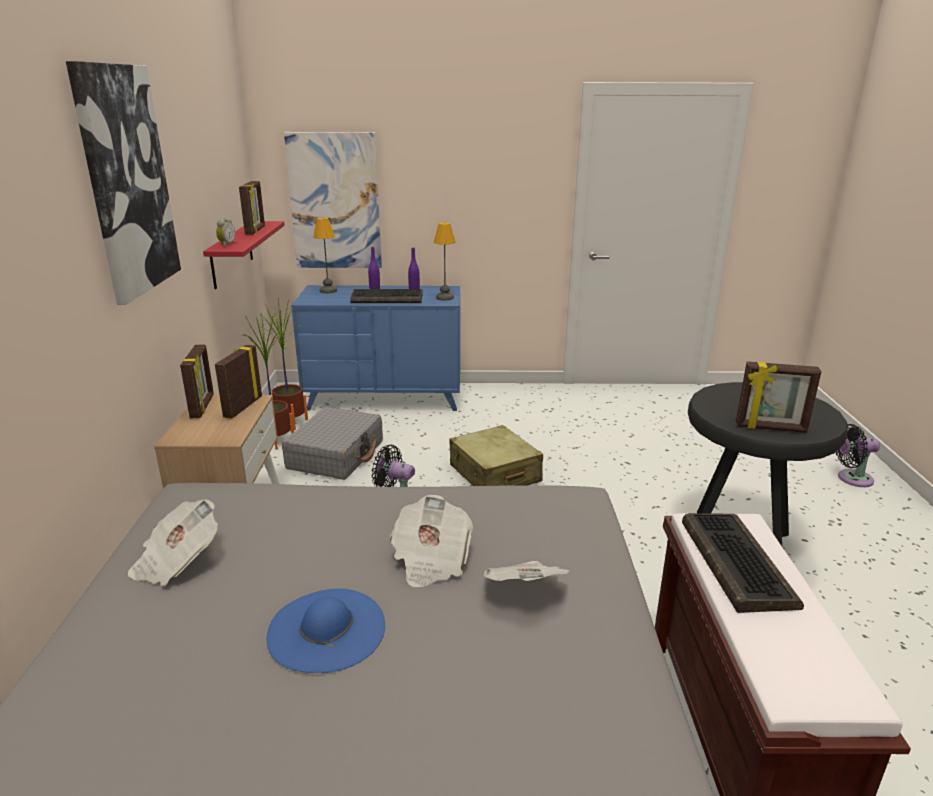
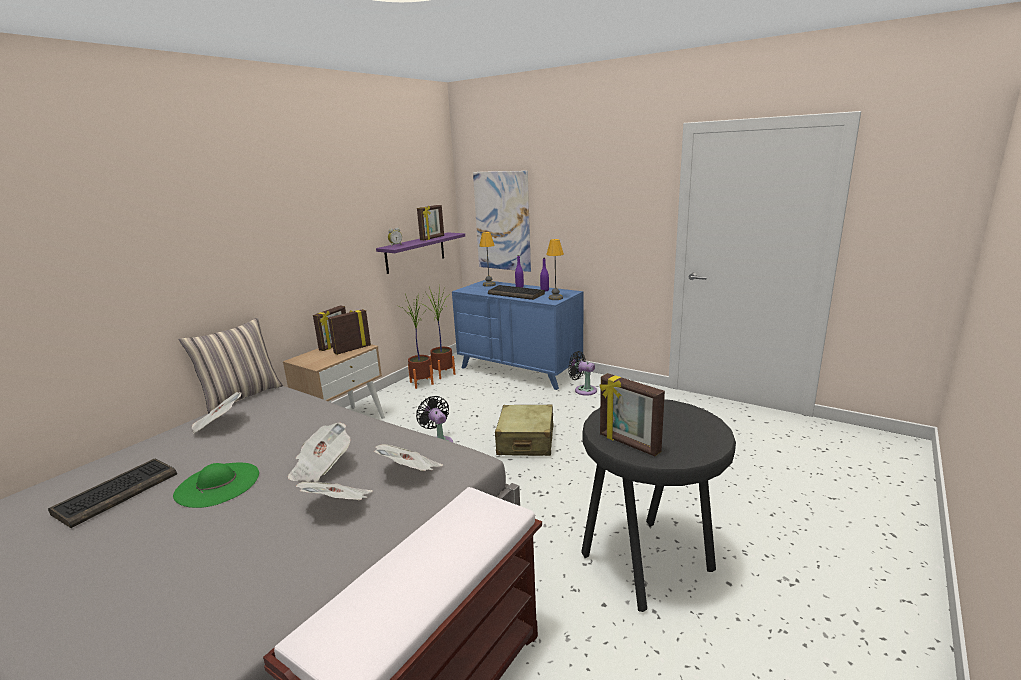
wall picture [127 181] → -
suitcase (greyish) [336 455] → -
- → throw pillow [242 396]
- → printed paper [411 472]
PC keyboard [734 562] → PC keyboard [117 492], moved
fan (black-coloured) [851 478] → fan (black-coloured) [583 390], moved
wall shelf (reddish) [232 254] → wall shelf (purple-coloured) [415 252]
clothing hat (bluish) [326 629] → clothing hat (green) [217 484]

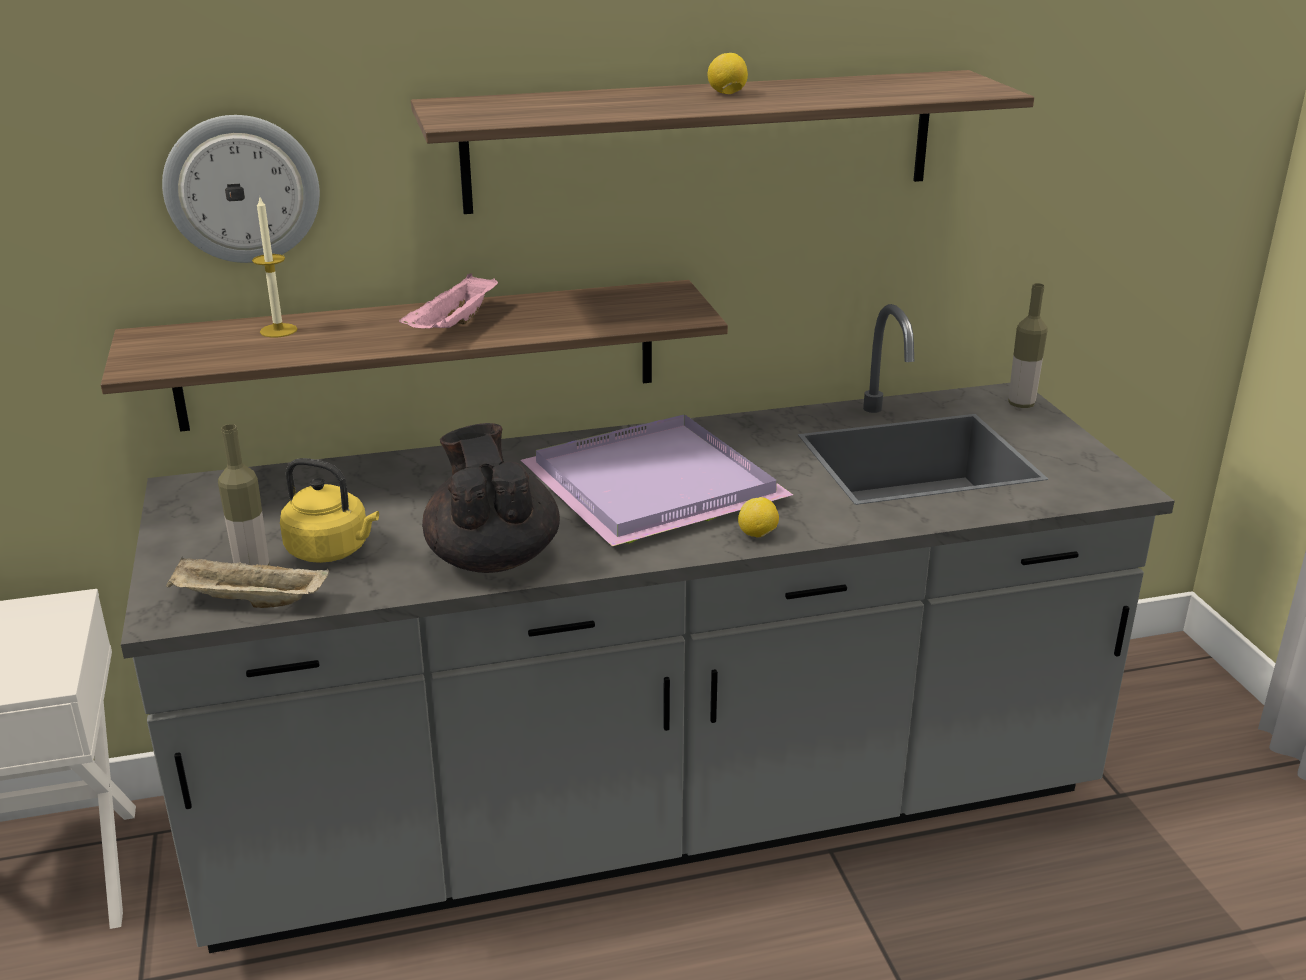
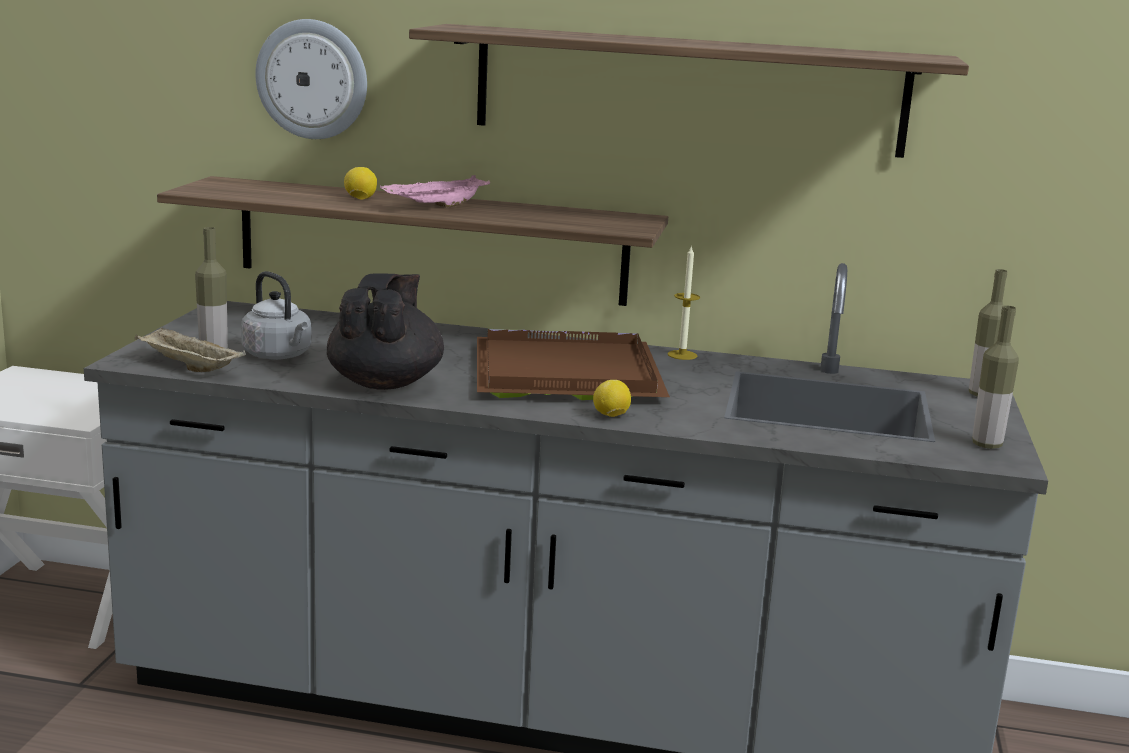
- → drink bottle [986 445]
candle [278 330] → candle [682 355], moved
lemon [727 94] → lemon [360 199], moved
kettle (yellow-coloured) [332 551] → kettle (greyish) [279 356]
carrying tray (purple-coloured) [652 488] → carrying tray (brown-coloured) [563 374]

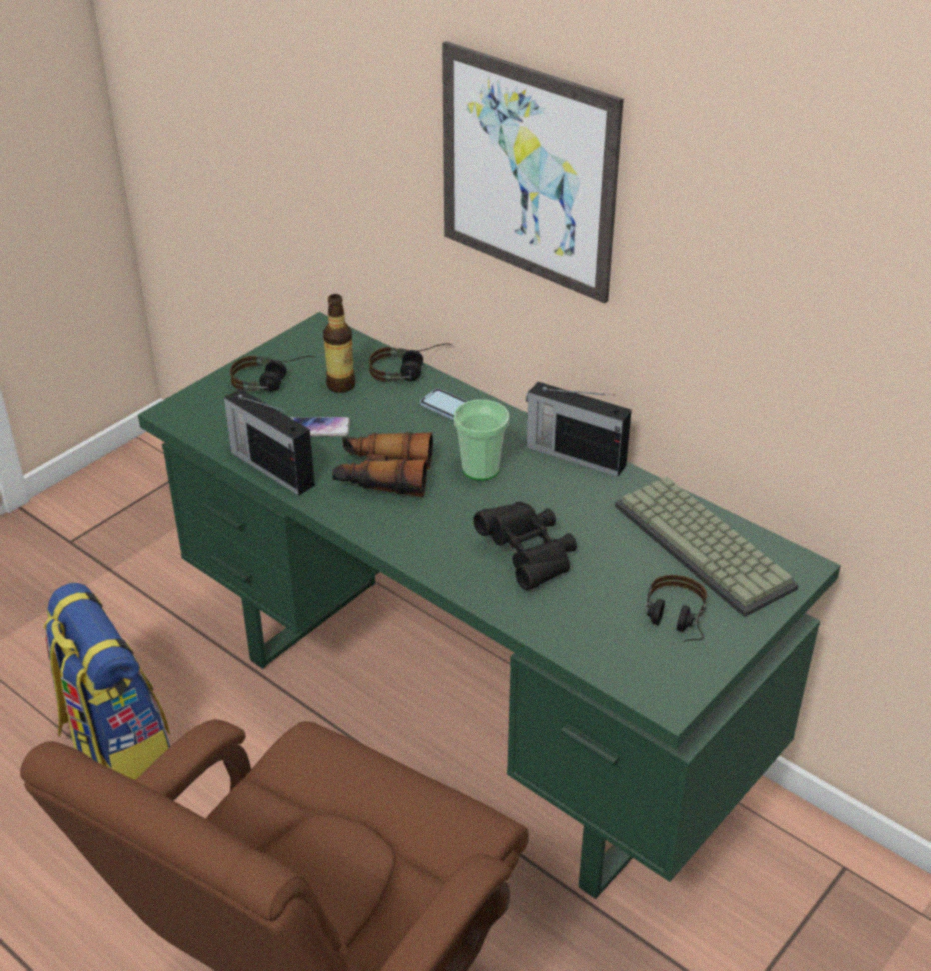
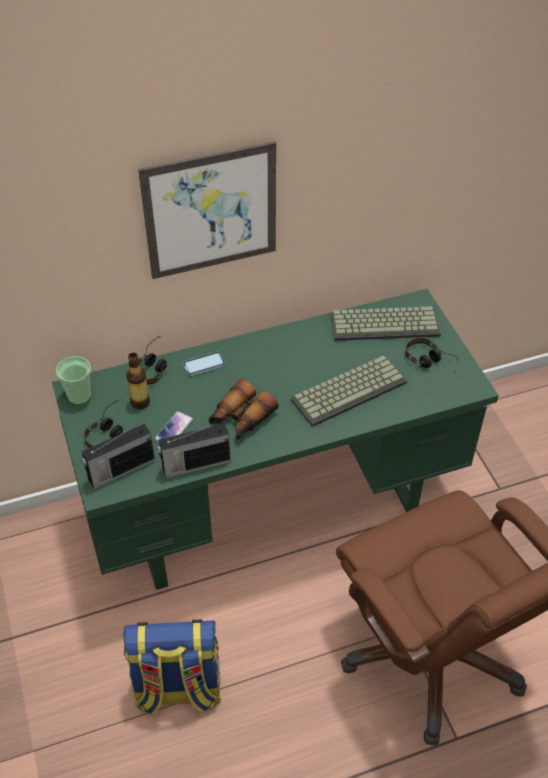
cup [480 469] → cup [79 396], moved
radio [574 455] → radio [120 470], moved
field glasses (black-coloured) [529 556] → PC keyboard [349 389]

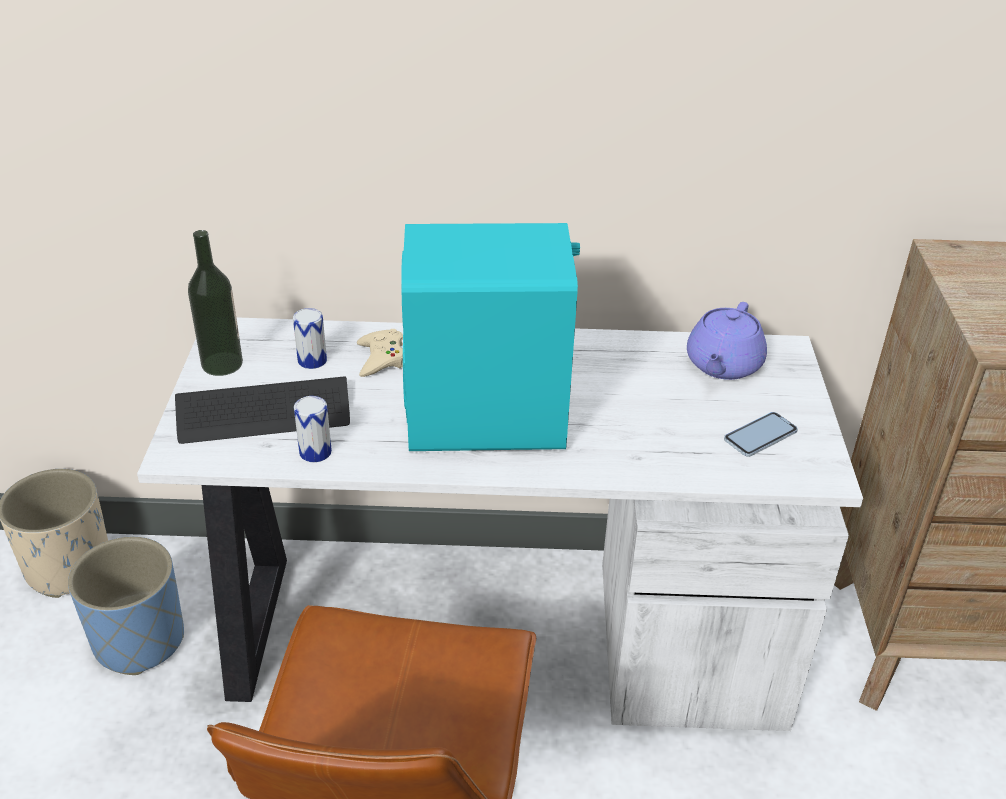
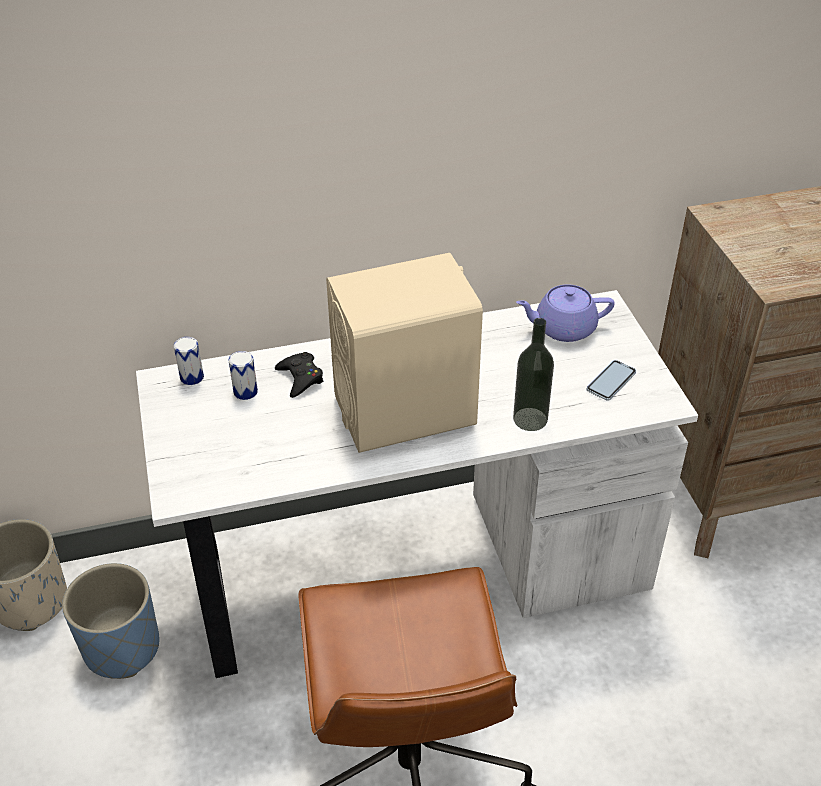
PC keyboard [264 413] → -
drink bottle [222 364] → drink bottle [530 419], moved
metal can [315 452] → metal can [192 377], moved
gamepad (beige-coloured) [381 358] → gamepad (black-coloured) [300 378]
audio speaker (turquoise-coloured) [487 417] → audio speaker (beige-coloured) [405 410]
pot for tea (purple-coloured) [723 365] → pot for tea (purple-coloured) [563 328], 75 degrees clockwise

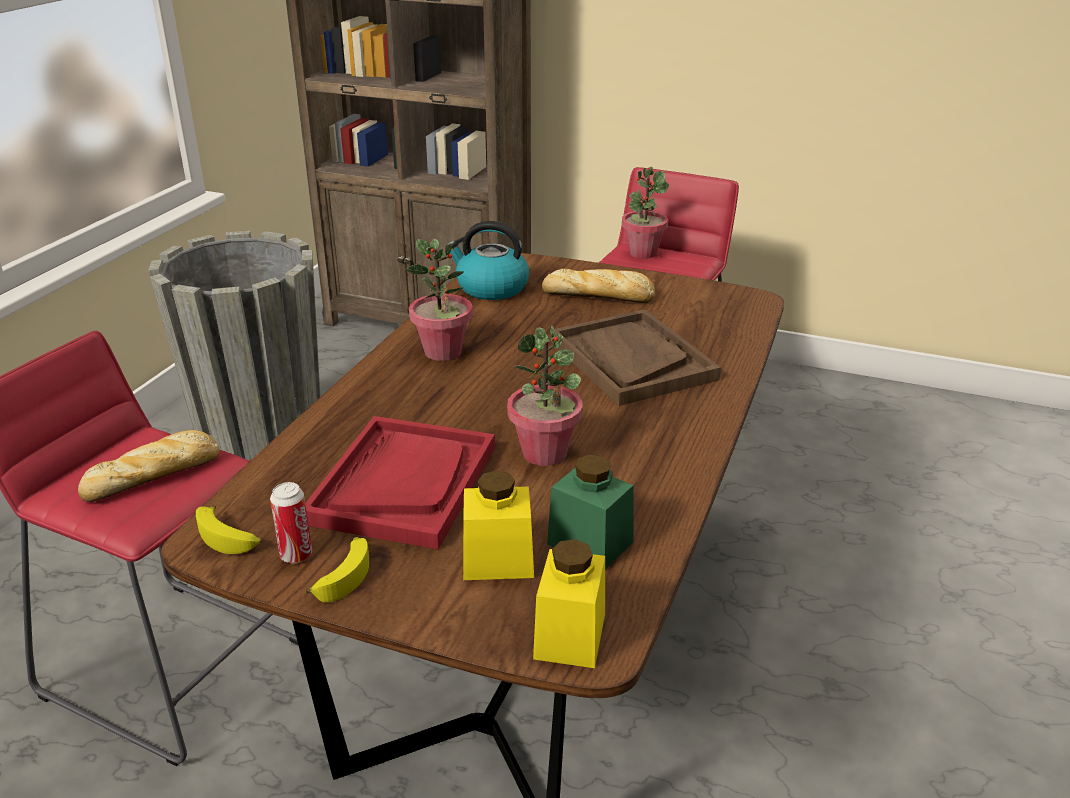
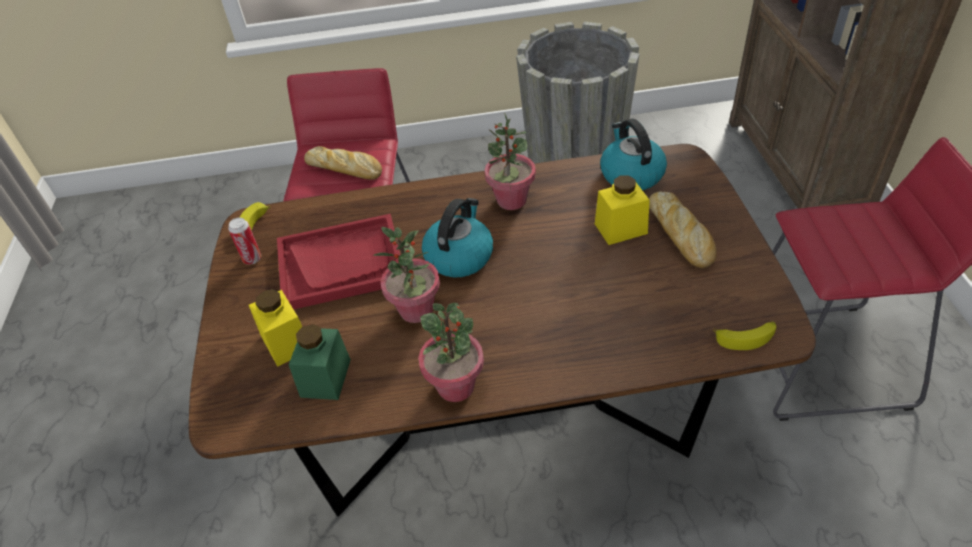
carrying tray (brown-coloured) [631 360] → -
- → kettle [459 256]
banana fruit [344 575] → banana fruit [746 337], moved
preserve jar (yellow-coloured) [570 636] → preserve jar (yellow-coloured) [620 228], moved
potted plant [642 253] → potted plant [456 386], moved

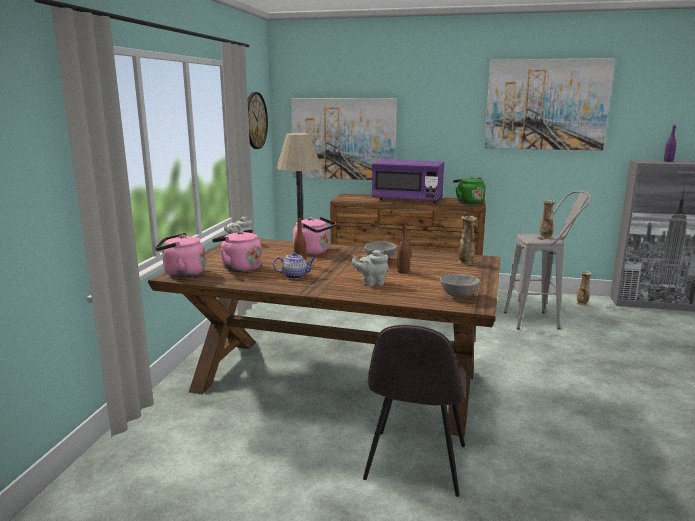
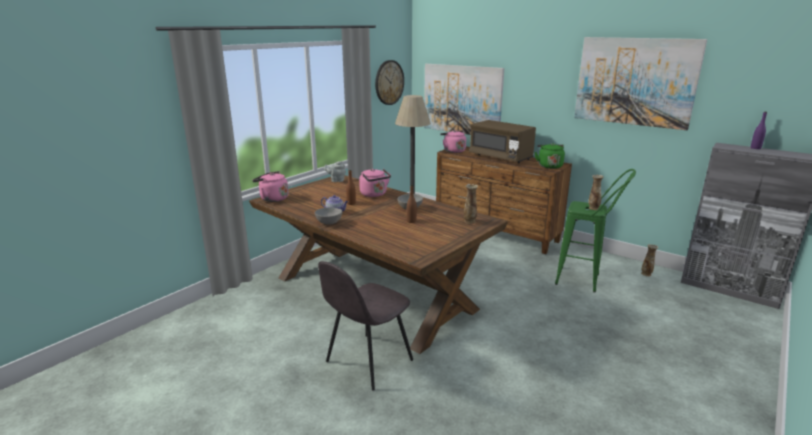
pot for tea (greyish) [371 283] → -
kettle (pinkish) [239 268] → kettle (pinkish) [453 151], moved
bowl (greyish) [458 296] → bowl (greyish) [328 223], moved
microwave (purple-coloured) [407 200] → microwave (brown-coloured) [500 157]
stool seat (greyish) [540 321] → stool seat (green) [585 281]

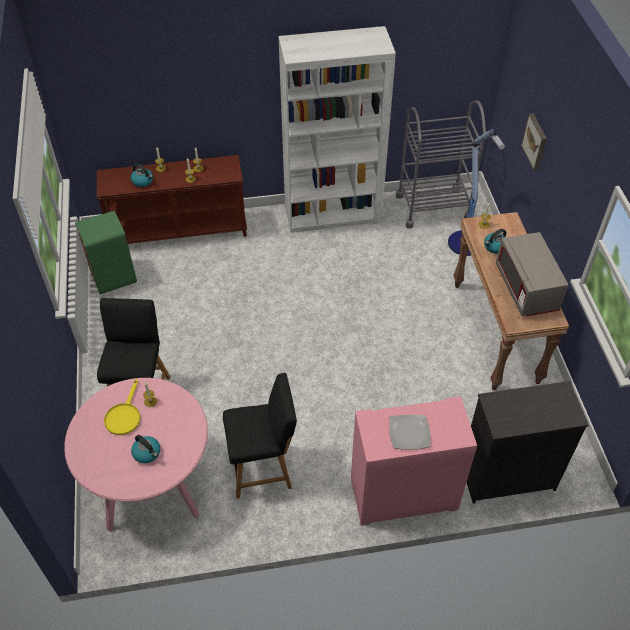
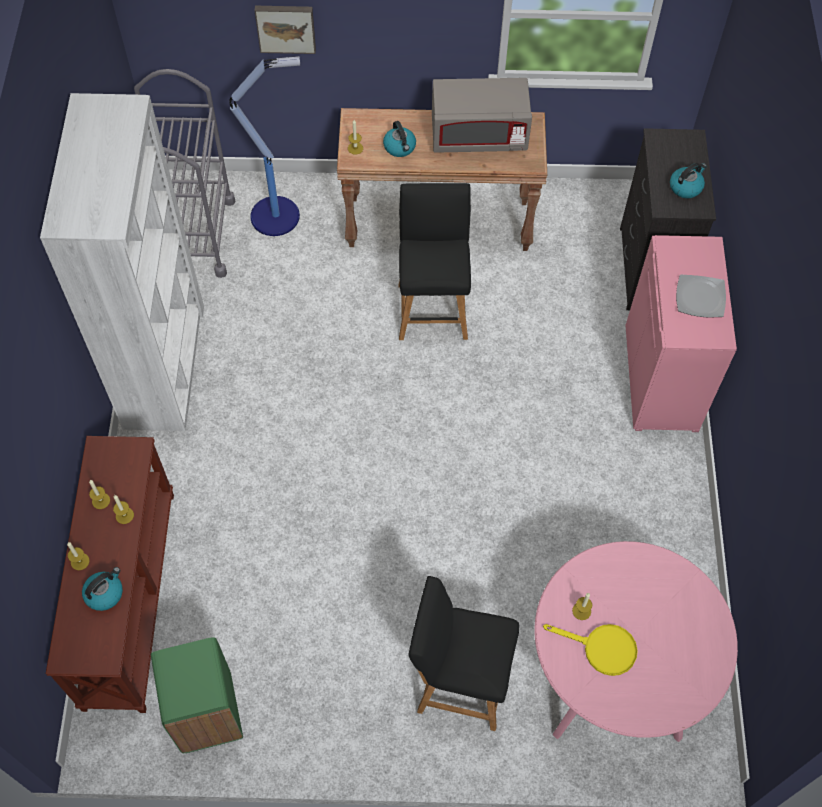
kettle [147 453] → kettle [685 187], moved
upright chair (black-coloured) [263 468] → upright chair (black-coloured) [432 307], moved

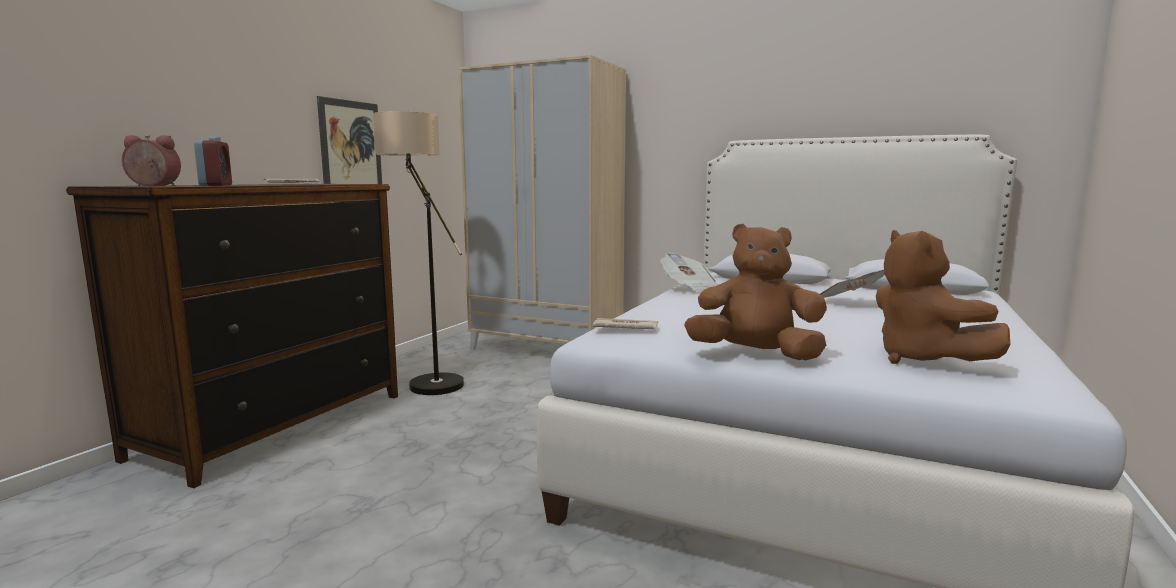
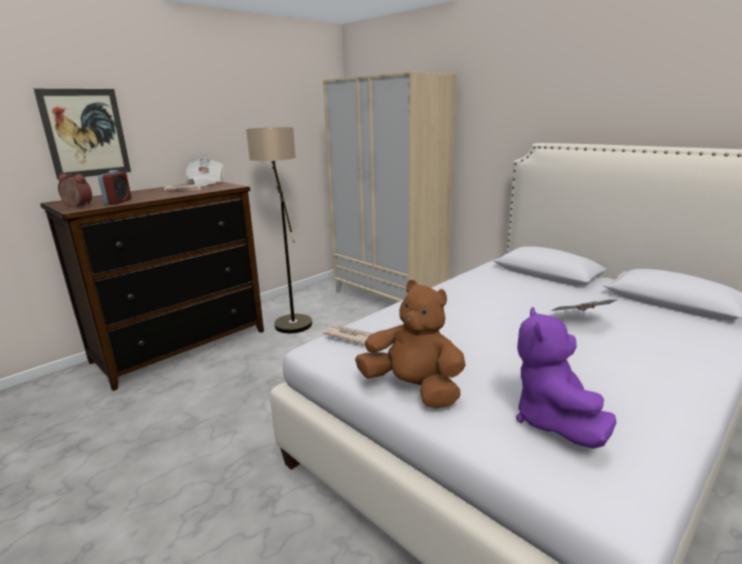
wall picture [351 147] → wall picture [85 133], moved
printed paper [689 289] → printed paper [206 183], moved
cuddly toy (brown-coloured) [922 360] → cuddly toy (purple-coloured) [553 421]

